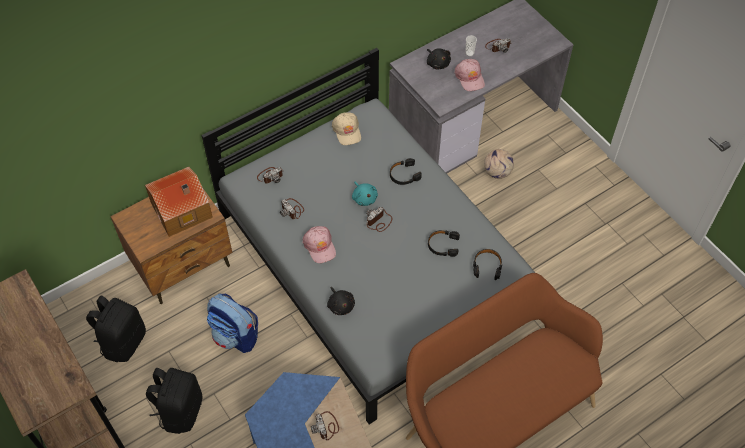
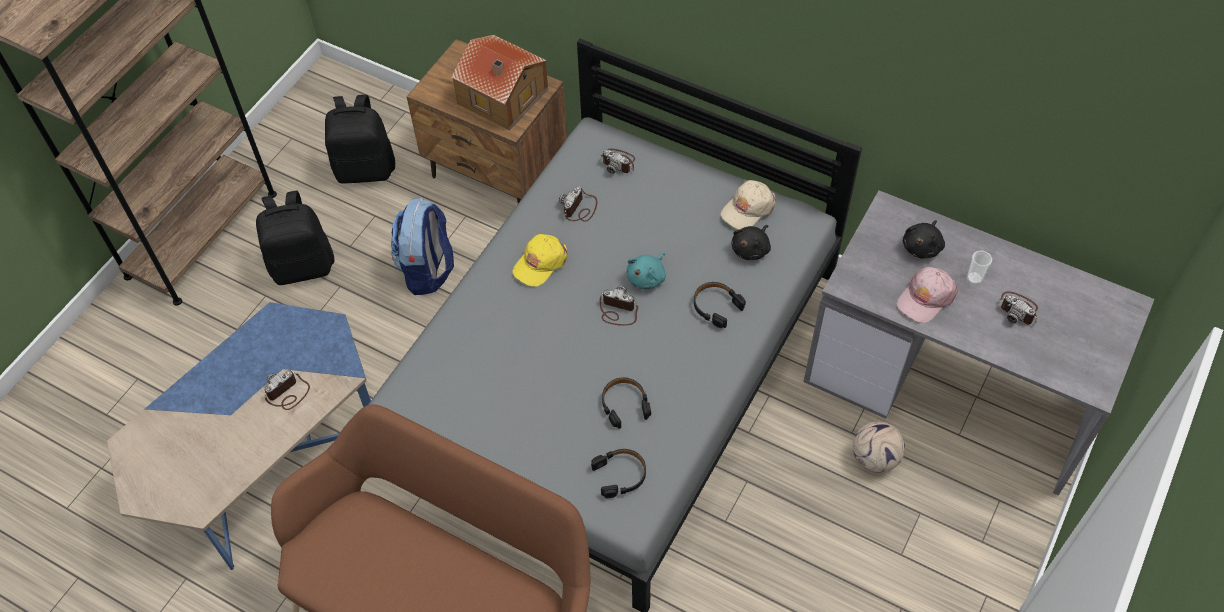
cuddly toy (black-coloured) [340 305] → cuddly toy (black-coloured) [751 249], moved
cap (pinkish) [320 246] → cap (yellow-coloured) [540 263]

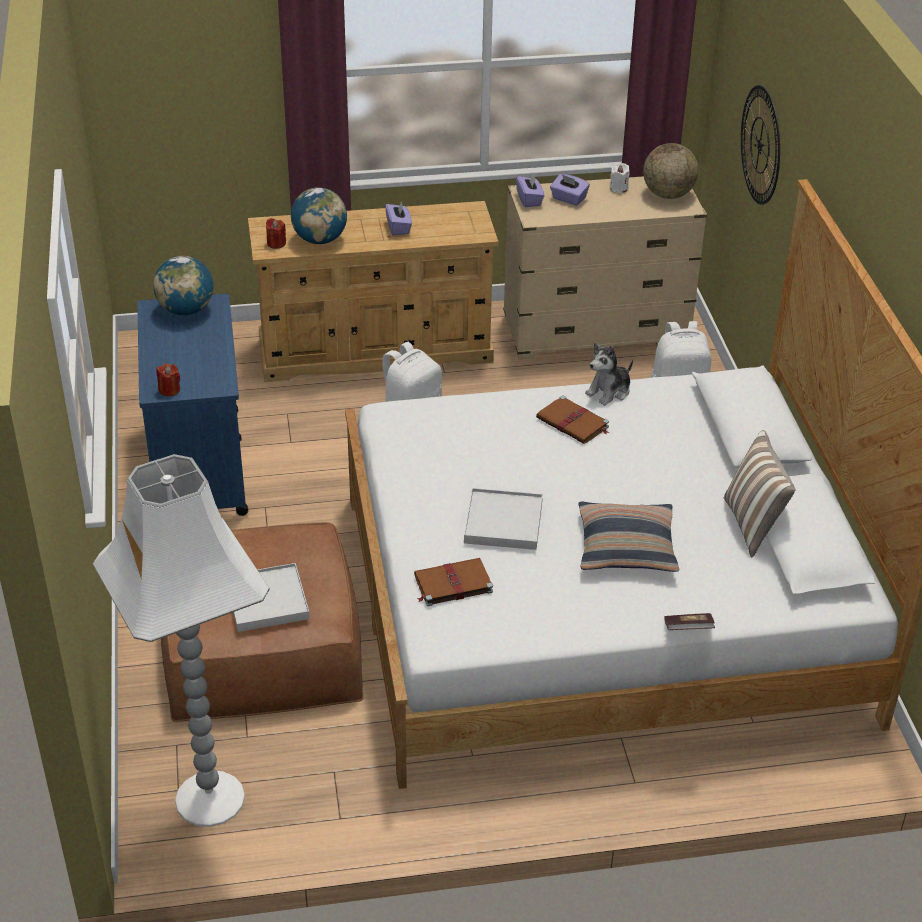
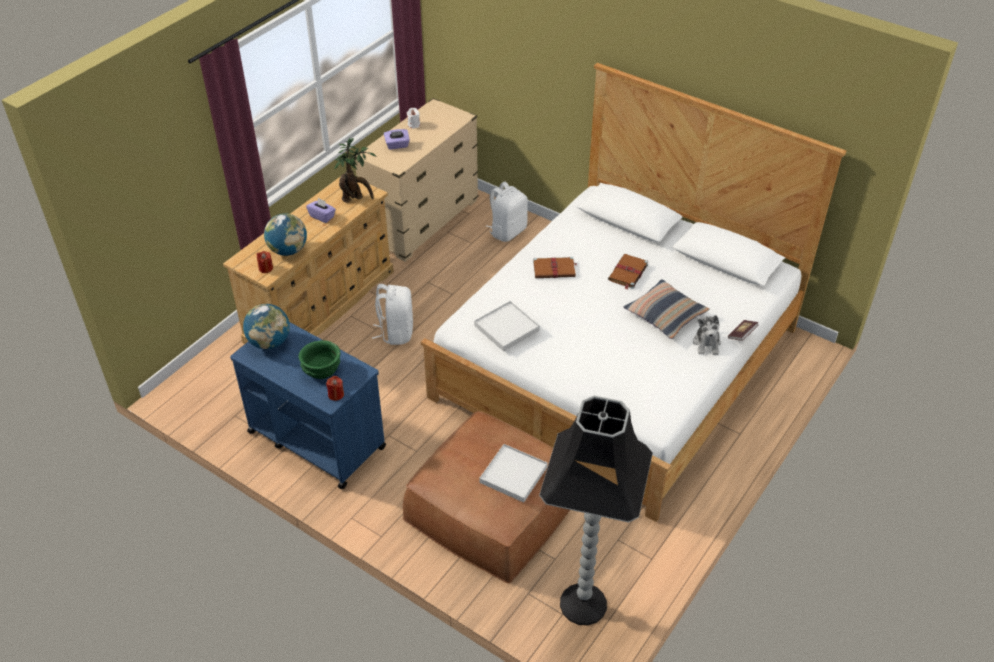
tissue box (purple-coloured) [529 200] → -
desk globe [668 195] → -
throw pillow [753 525] → -
clock on the wall [760 145] → -
- → bowl (green) [321 370]
- → potted plant [355 198]
book (brown-coloured) [452 584] → book (brown-coloured) [627 273], moved
carrying tray (whitish) [503 522] → carrying tray (whitish) [506 328], moved
cuddly toy [609 391] → cuddly toy [707 344], moved
standing lamp (whitish) [209 800] → standing lamp (black-coloured) [584 605]

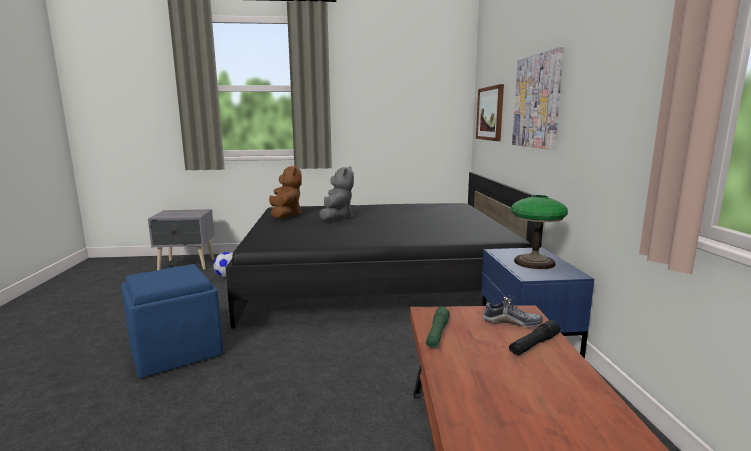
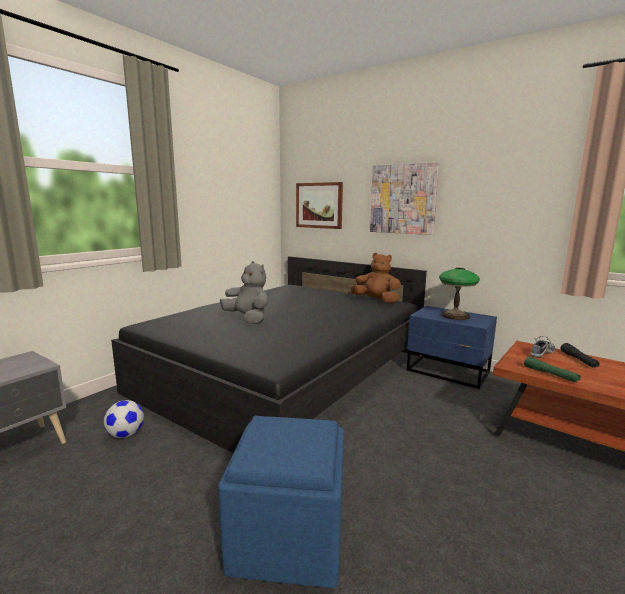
cuddly toy (brown-coloured) [285 215] → cuddly toy (brown-coloured) [376 300], moved

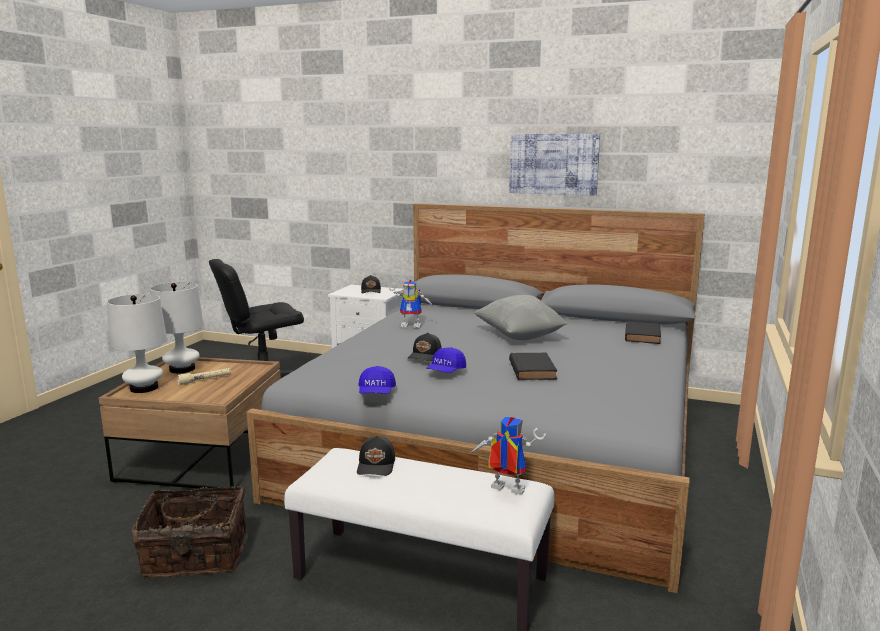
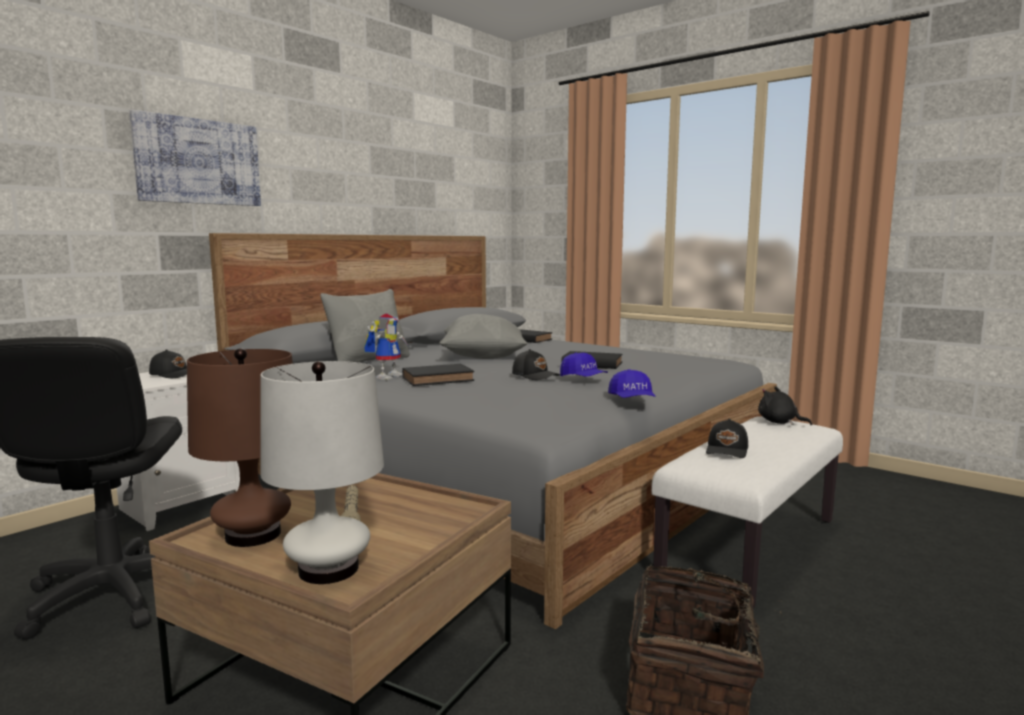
- → throw pillow (greyish) [369 360]
- → book (black-coloured) [439 379]
wall picture [553 164] → wall picture [198 161], moved
toy robot [503 490] → cuddly toy (black-coloured) [779 422]
tabletop lamp (whitish) [182 369] → tabletop lamp (brown-coloured) [253 535]
cap (black-coloured) [377 465] → cap (black-coloured) [727 451], 90 degrees clockwise
cap (bluish) [376 393] → cap (bluish) [632 400], 60 degrees clockwise

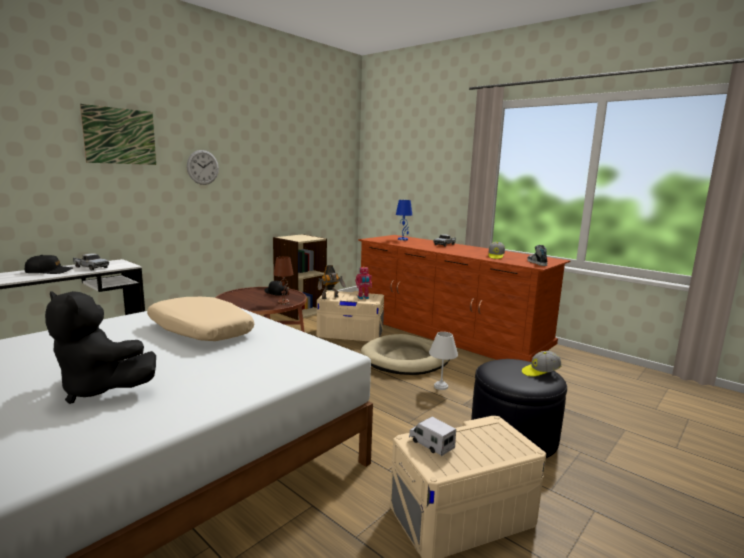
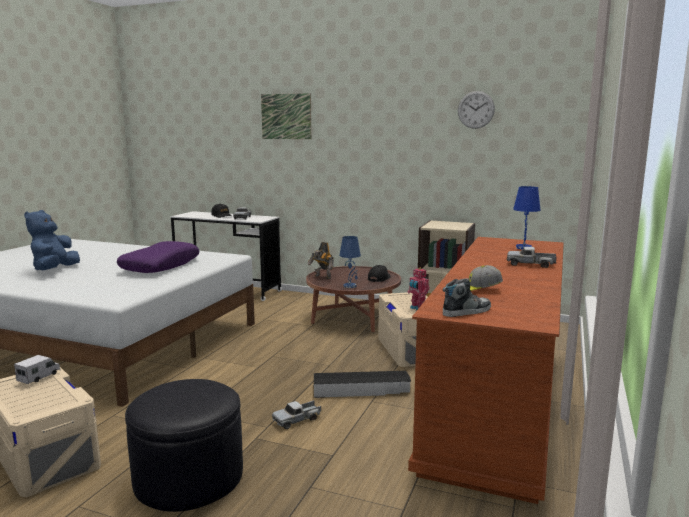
cap [540 372] → -
clock on the wall [203 167] → clock on the wall [476 109], moved
toy robot [330 298] → toy robot [322 277], moved
dog cushion (beige-coloured) [405 359] → storage bin (black-coloured) [361 389]
tabletop lamp (whitish) [441 386] → toy truck [297 420]
cuddly toy (black-coloured) [100 389] → cuddly toy (bluish) [54 270]
throw pillow (beige-coloured) [199 331] → throw pillow (purple-coloured) [160 266]
tabletop lamp (brown-coloured) [283 302] → tabletop lamp (bluish) [350 286]

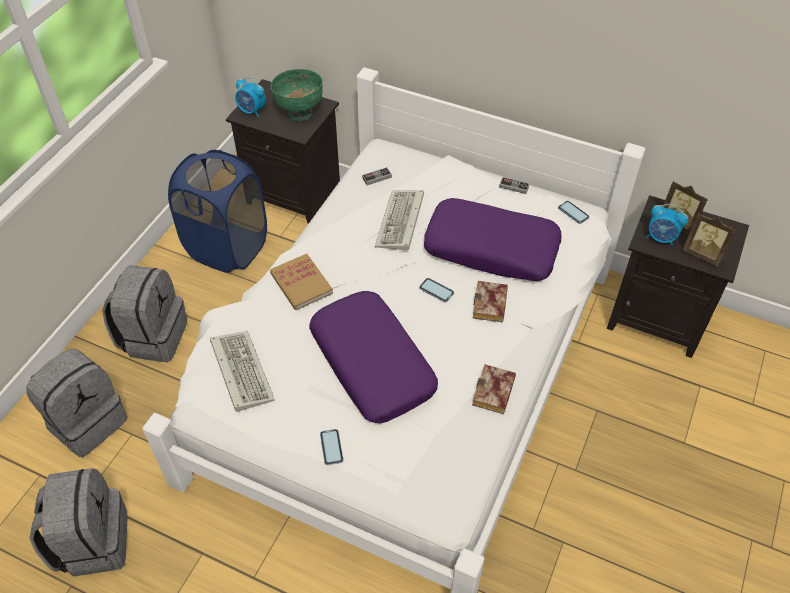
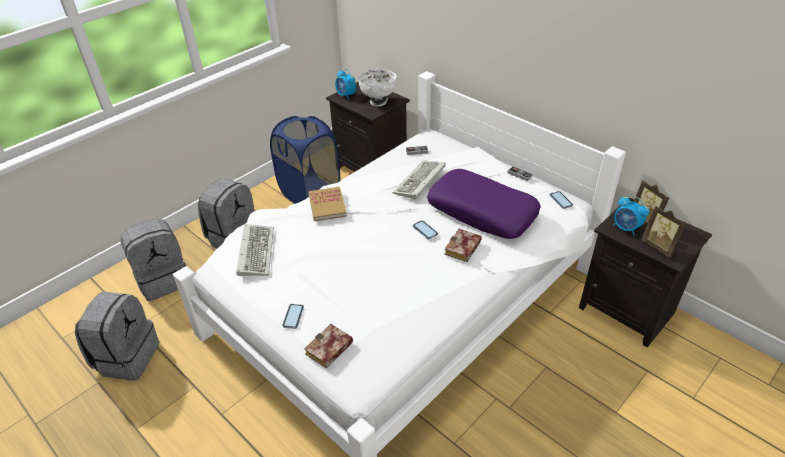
throw pillow (purple-coloured) [373 364] → -
book [494 394] → book [329 350], moved
bowl (green) [300 113] → bowl (whitish) [378 101]

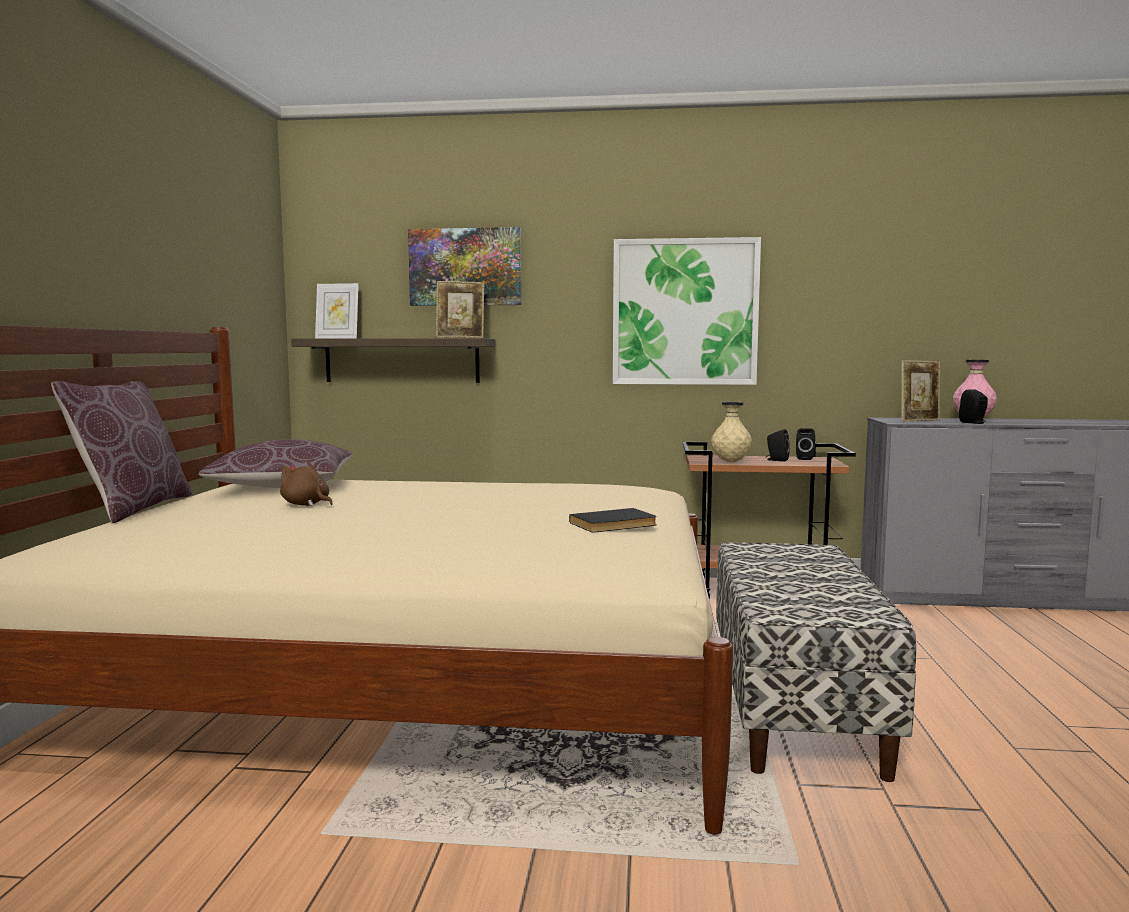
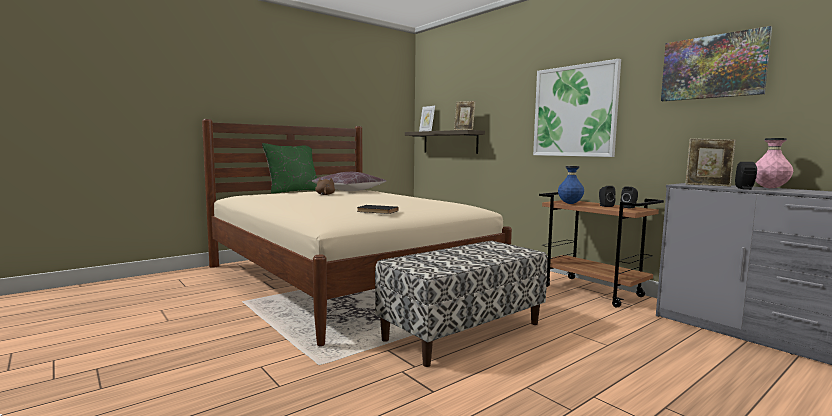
wall picture [465 267] → wall picture [712 67], moved
throw pillow (brown-coloured) [133 508] → throw pillow (green) [293 191]
vase (beige-coloured) [731 462] → vase (bluish) [570 203]

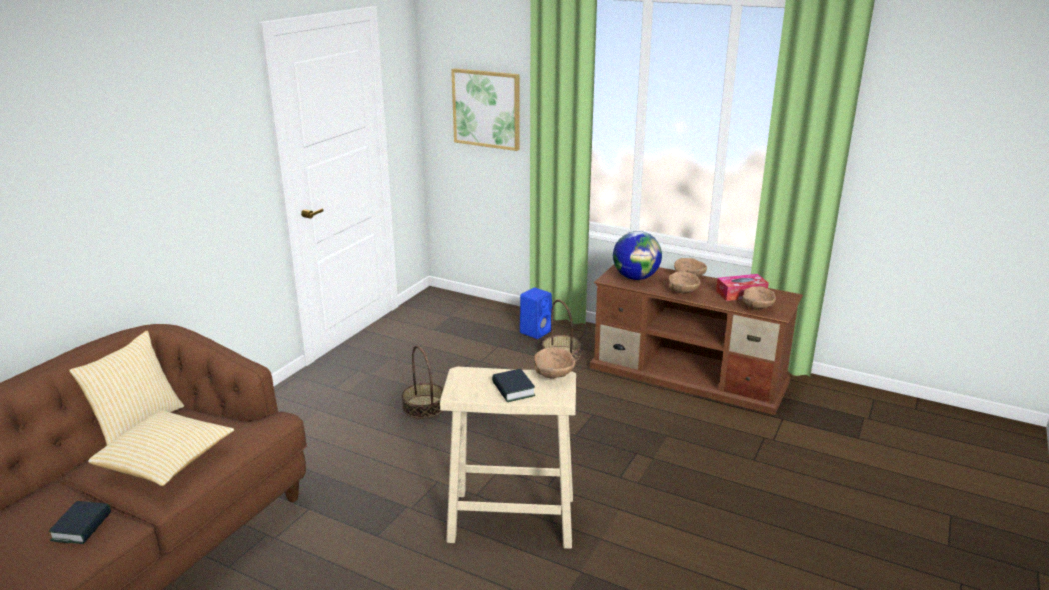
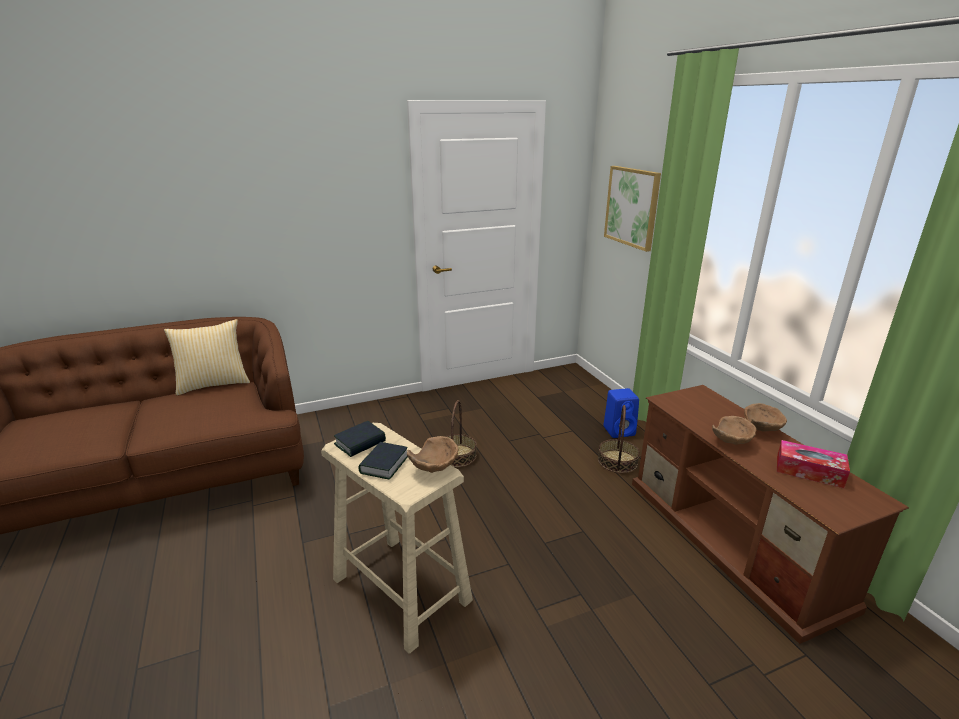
throw pillow [166 462] → -
desk globe [636 277] → -
bowl (brown-coloured) [757 309] → -
book [82 527] → book [360 443], moved

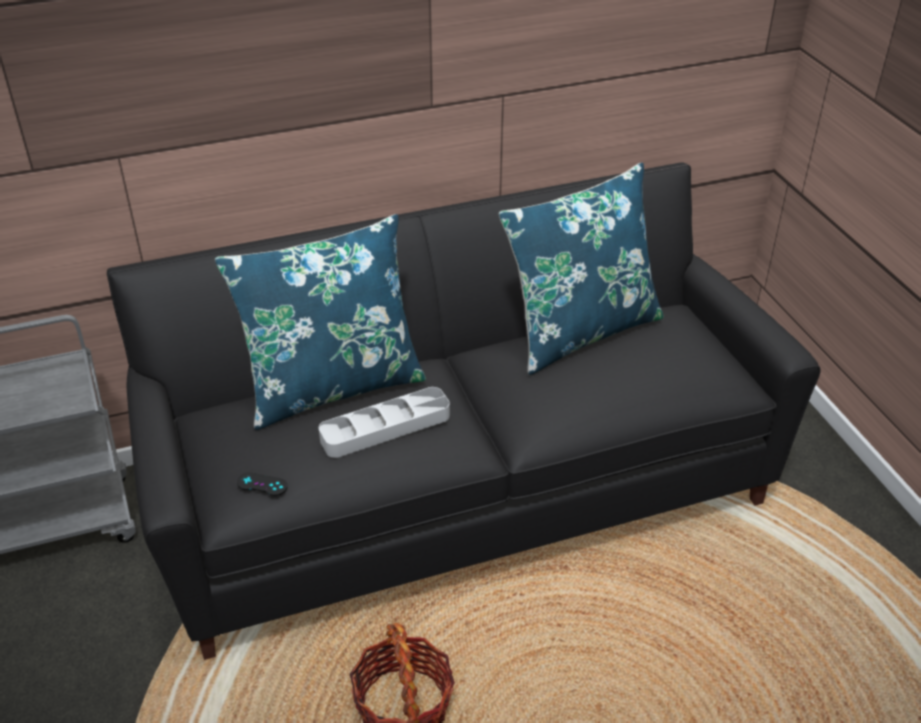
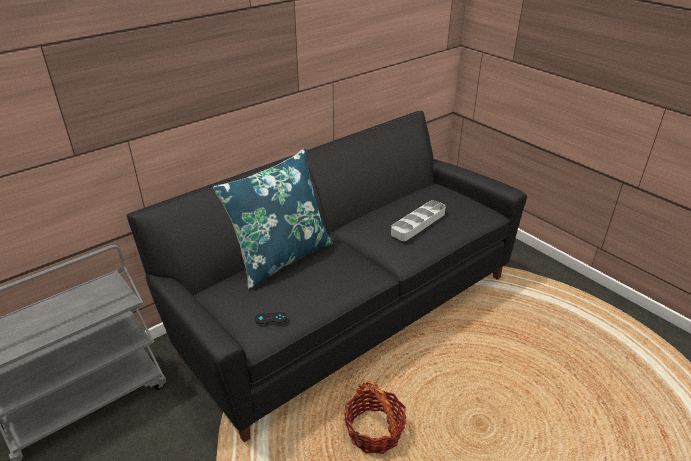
throw pillow (bluish) [580 330] → -
carrying tray (greyish) [385 427] → carrying tray (greyish) [418 223], moved

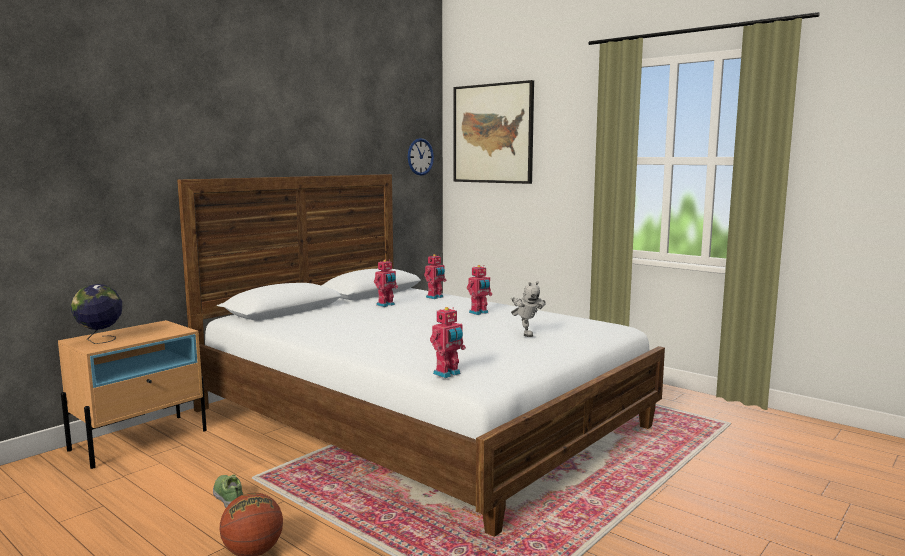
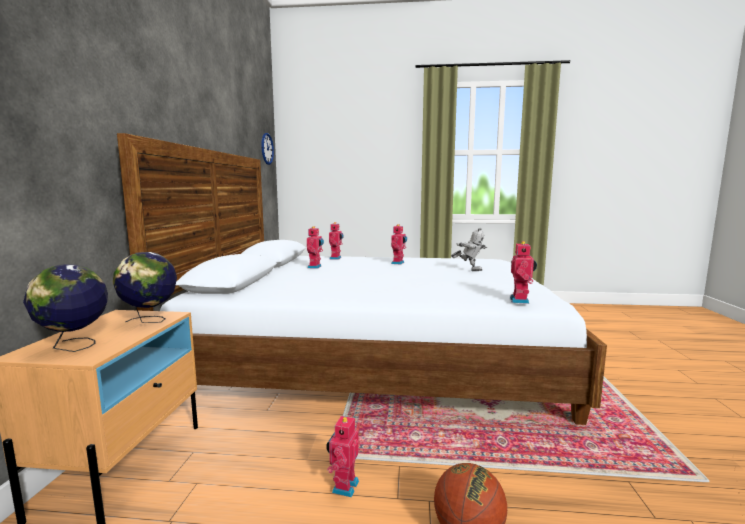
wall picture [493 133] → -
- → desk globe [150 321]
low shoe [229 497] → toy robot [343 486]

